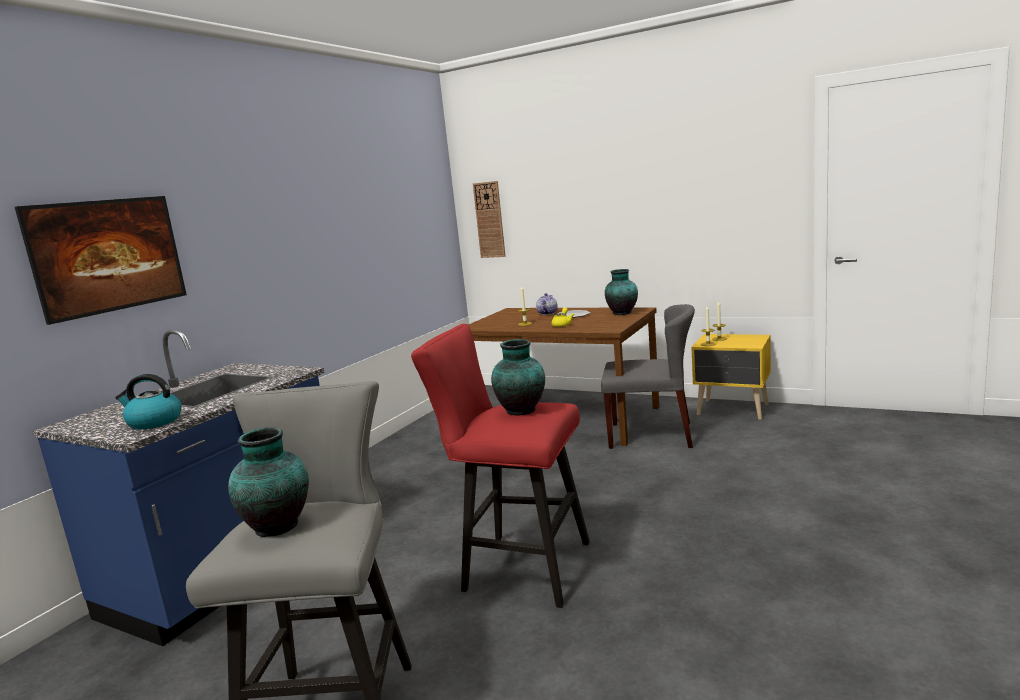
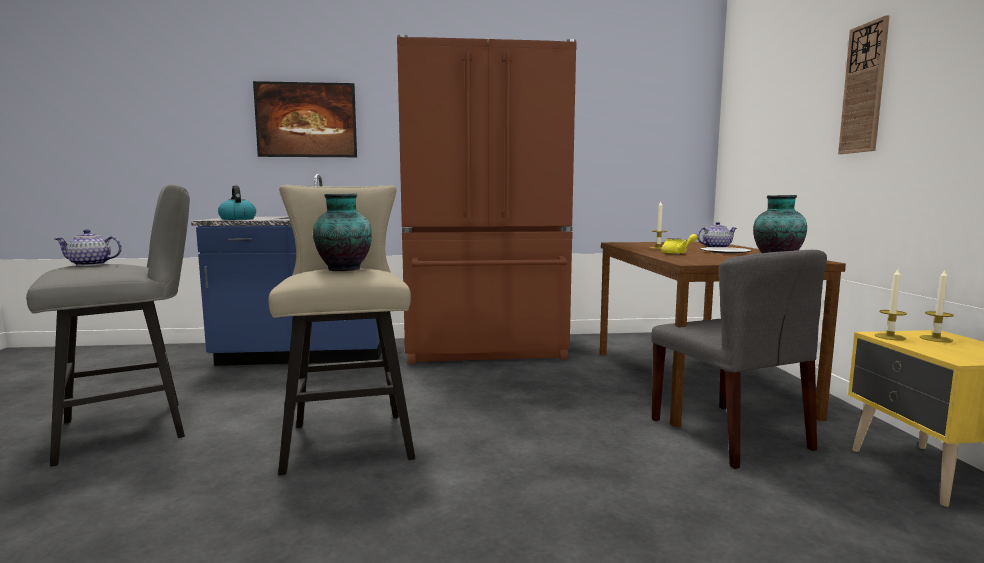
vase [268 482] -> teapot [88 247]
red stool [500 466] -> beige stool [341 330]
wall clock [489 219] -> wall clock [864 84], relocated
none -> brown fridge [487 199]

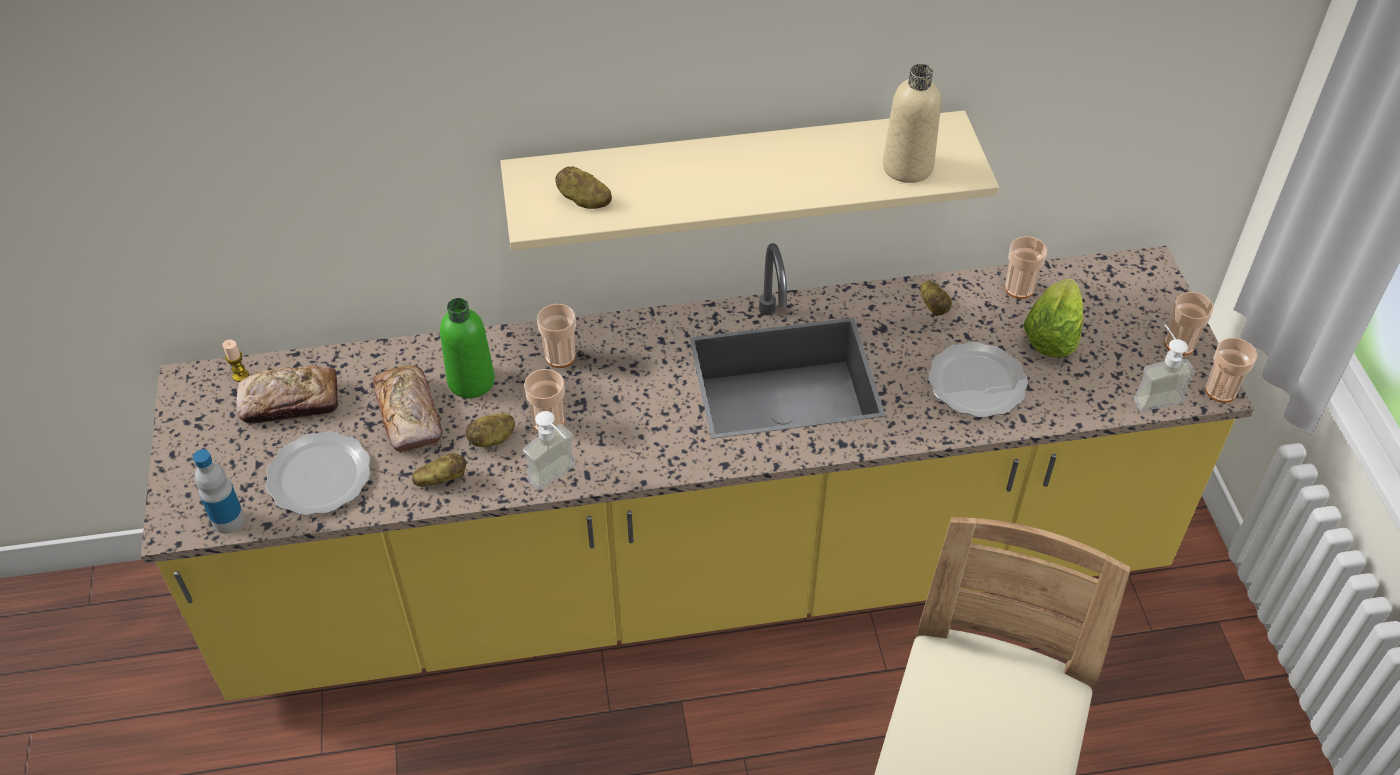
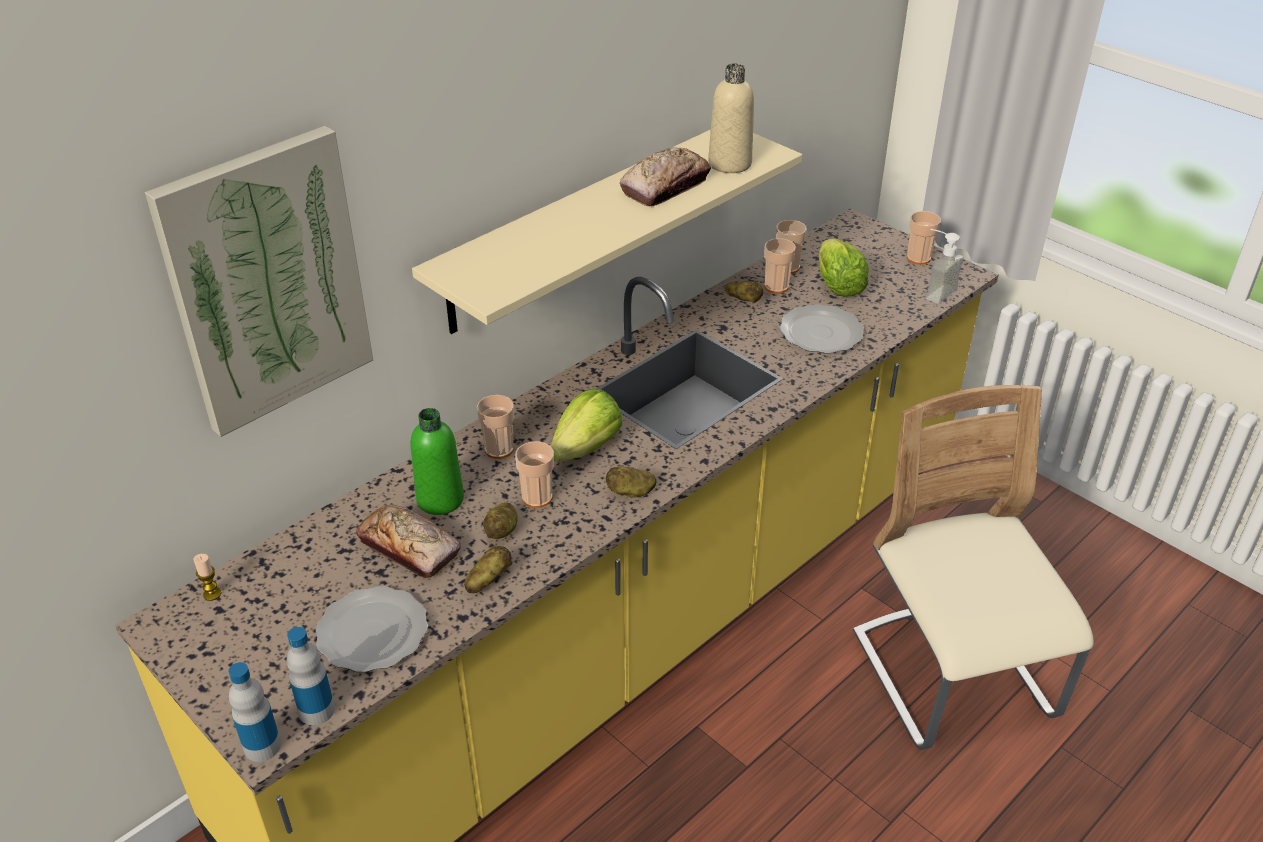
bread [287 395] -> bread [665 176], relocated
soap dispenser [549 451] -> none
potato [583 187] -> potato [631 482], relocated
cup [1231 370] -> cup [780 265], relocated
none -> picture [259 281]
none -> bottle [254 712]
none -> lettuce [586 425]

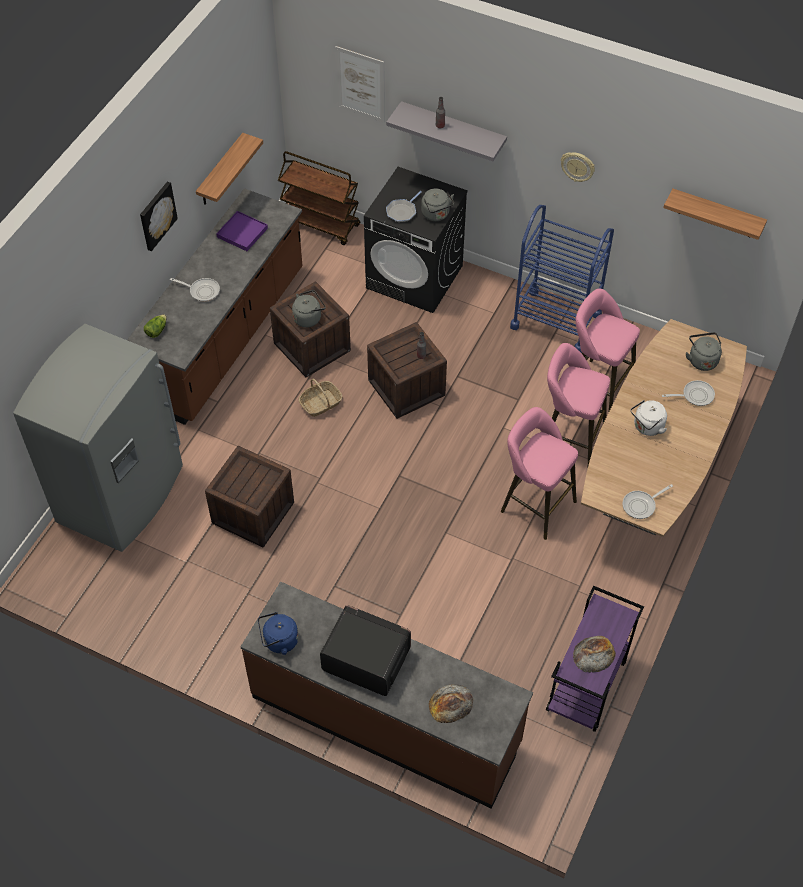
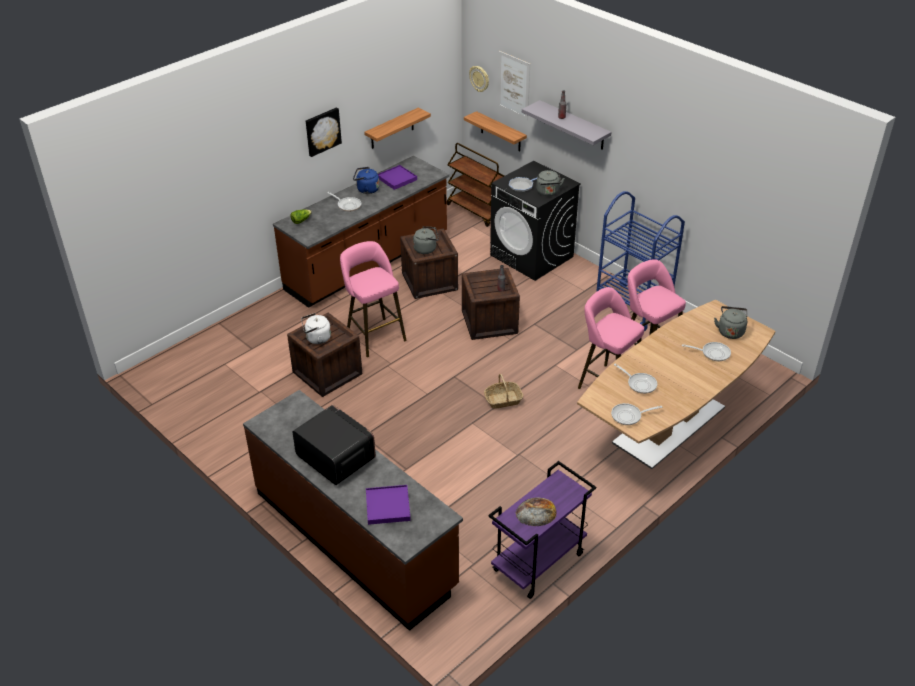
grey fridge [98 438] -> none
blue kettle [278 633] -> blue kettle [366 180], relocated
basket [320 397] -> basket [503 391], relocated
bread [451 703] -> purple tray [388 505]
pink stool [539 473] -> pink stool [373 299], relocated
wall clock [578 167] -> wall clock [479 79], relocated
white kettle [649 418] -> white kettle [316 328], relocated
shelf [715 214] -> shelf [495 131], relocated
none -> frying pan [635 379]

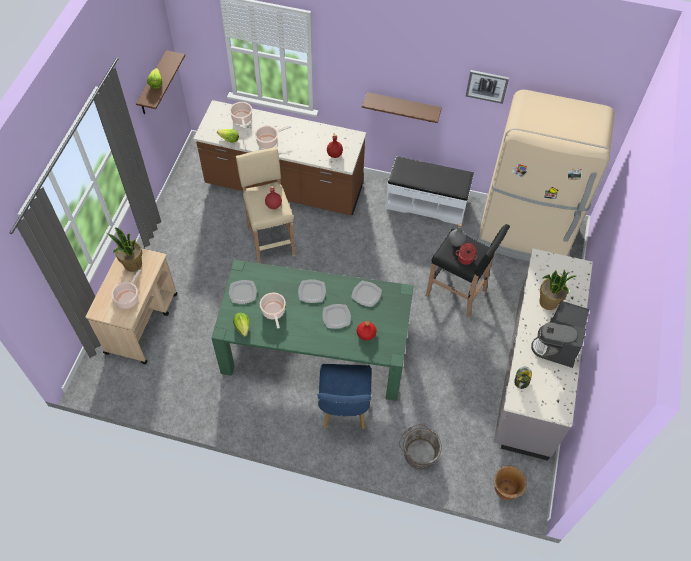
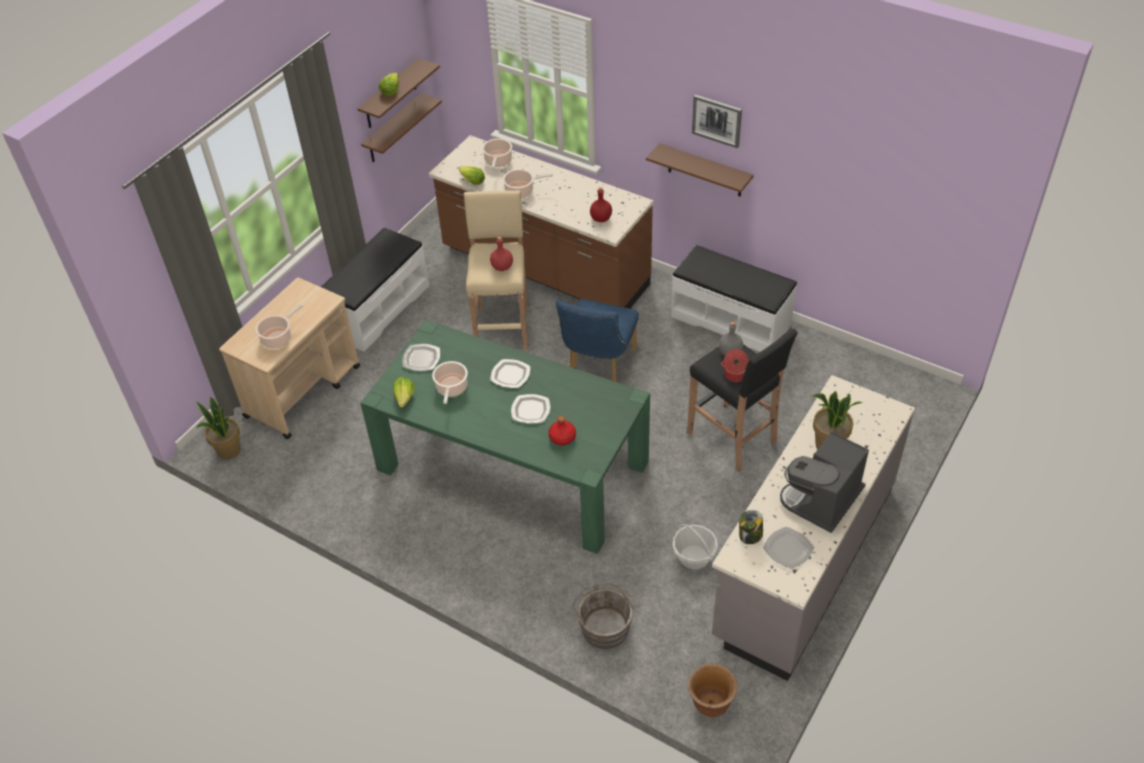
potted plant [124 249] -> potted plant [218 428], relocated
blue chair [344 396] -> blue chair [597 340], relocated
plate [366 294] -> plate [788 547], relocated
picture [487 87] -> picture [717 121], relocated
beige fridge [546 175] -> none
none -> white bench [375 290]
none -> brown shelf [401 127]
none -> basket [695 547]

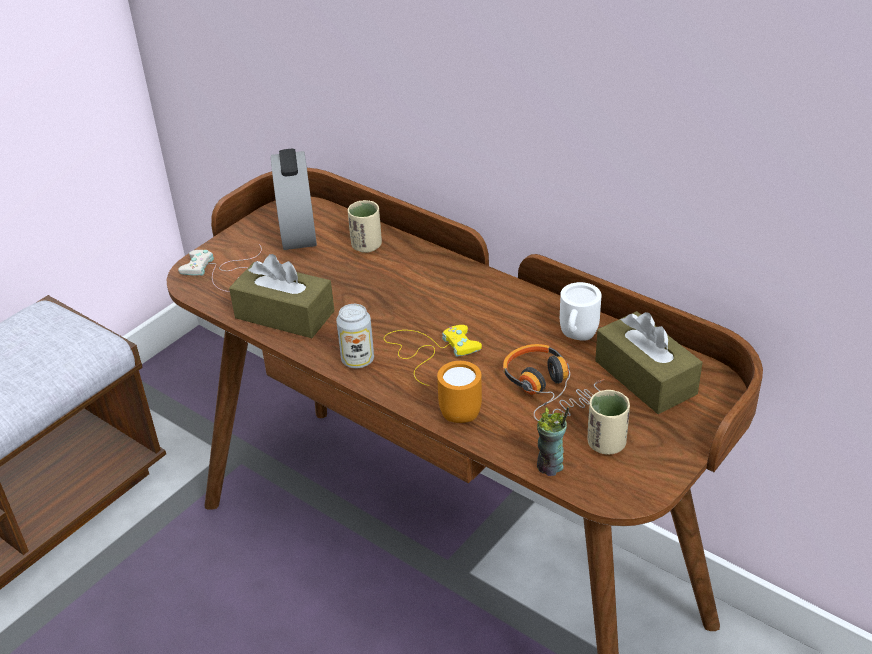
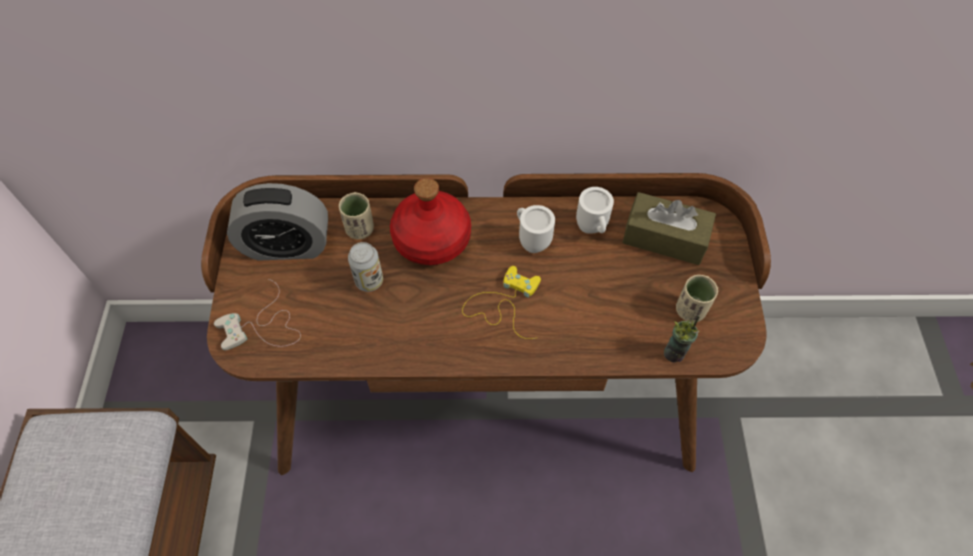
brown tissue box [281 296] -> none
alarm clock [294 199] -> alarm clock [277 222], 45 degrees counterclockwise
can [355 336] -> can [365 267], relocated
orange mug [459 392] -> none
headphones [553 382] -> none
none -> red bottle [430 221]
none -> white mug [536 229]

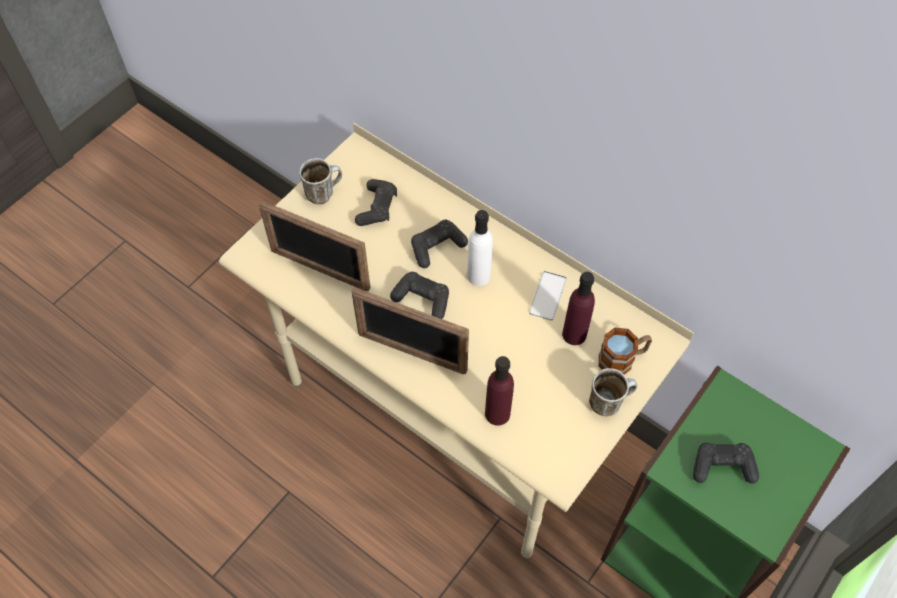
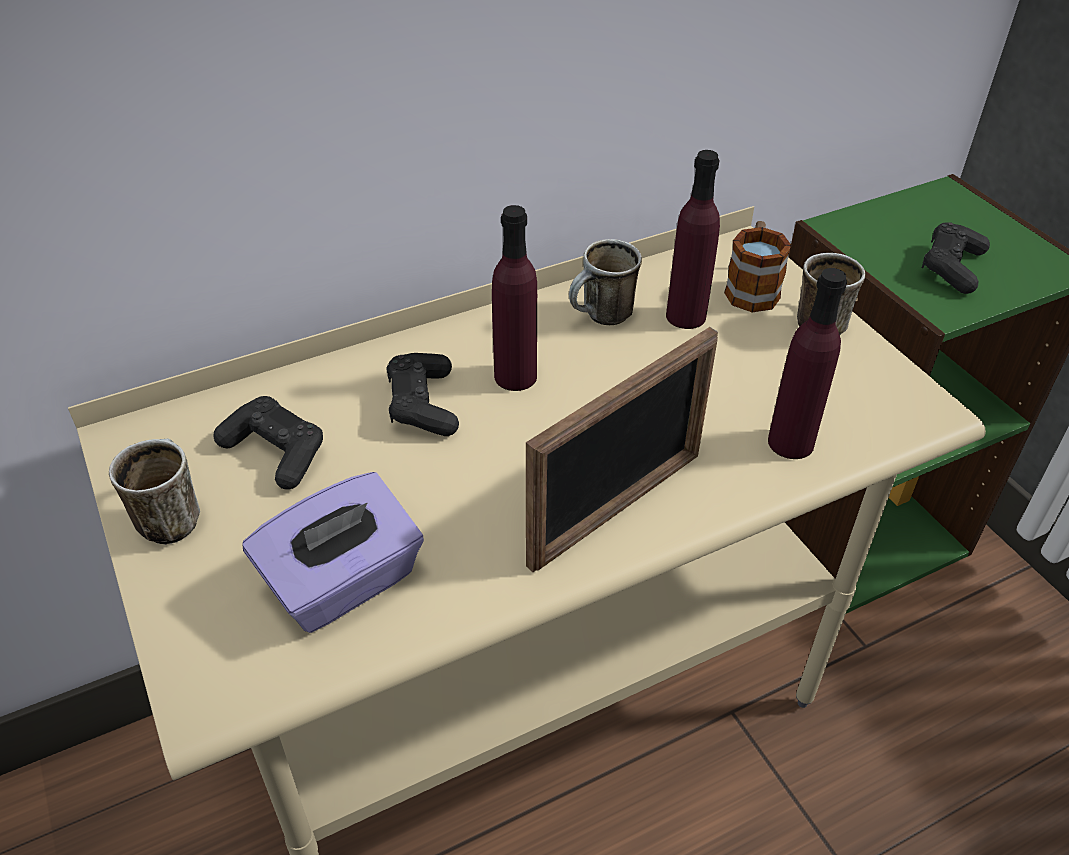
picture frame [314 245] -> purple tissue box [333 552]
black game controller [419 295] -> none
white bottle [480 248] -> purple bottle [514 298]
phone [548 295] -> mug [605 282]

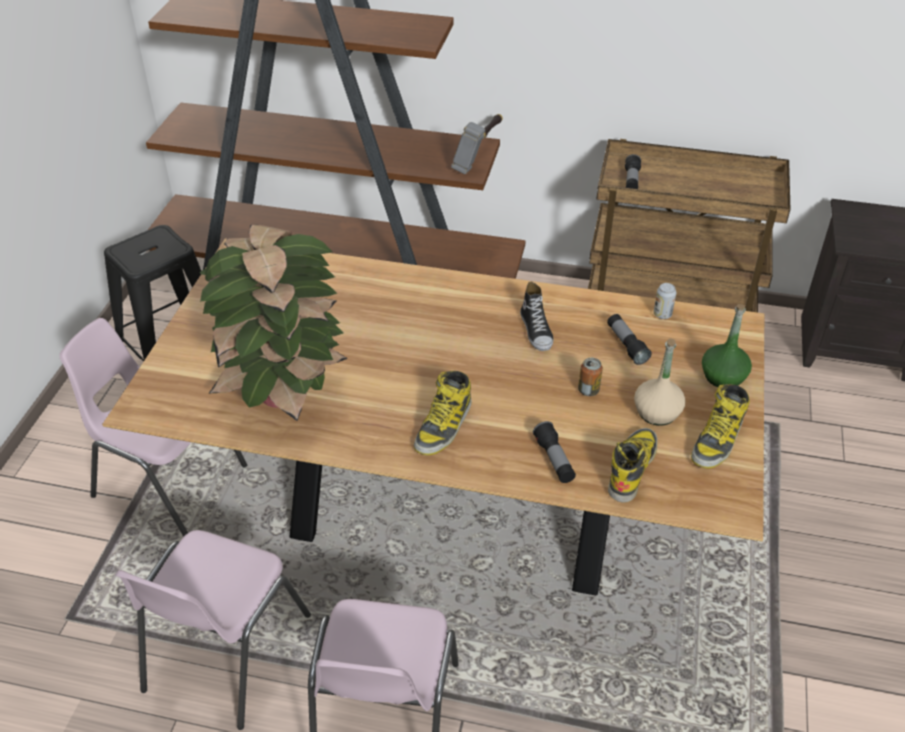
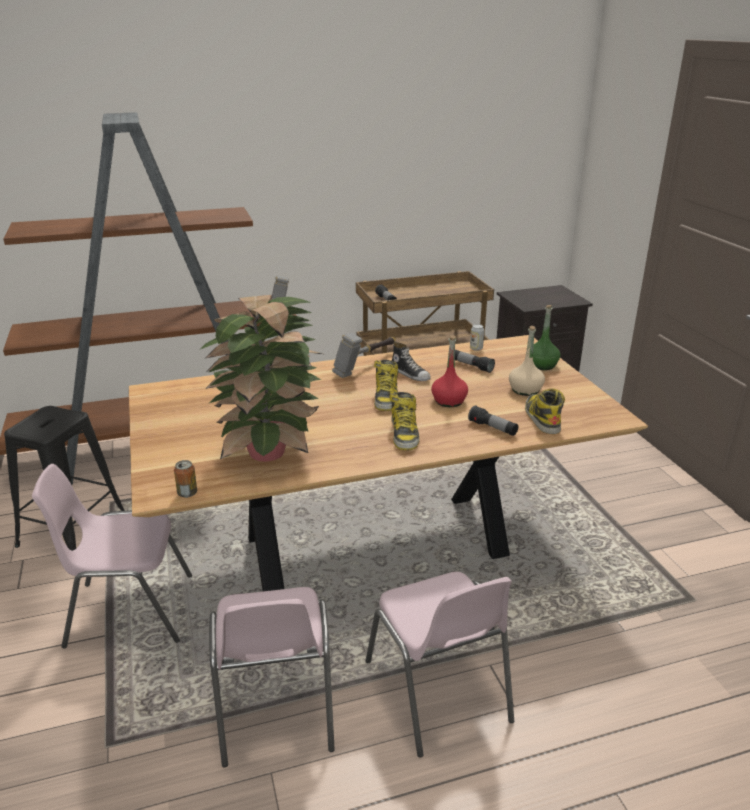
can [590 377] -> can [185 479], relocated
boot [720 426] -> boot [386 385], relocated
none -> hammer [364 355]
none -> red bottle [449 371]

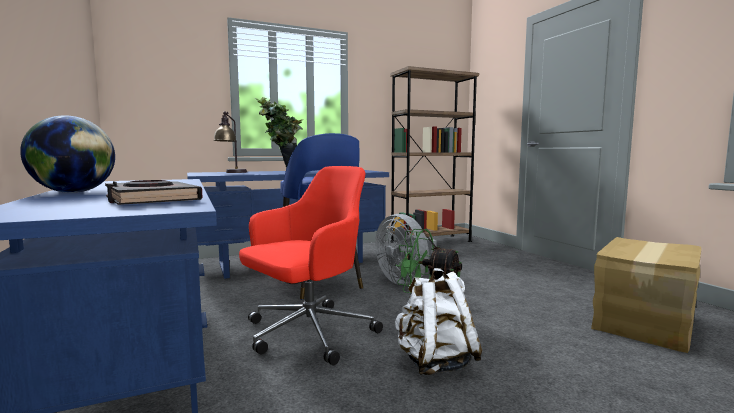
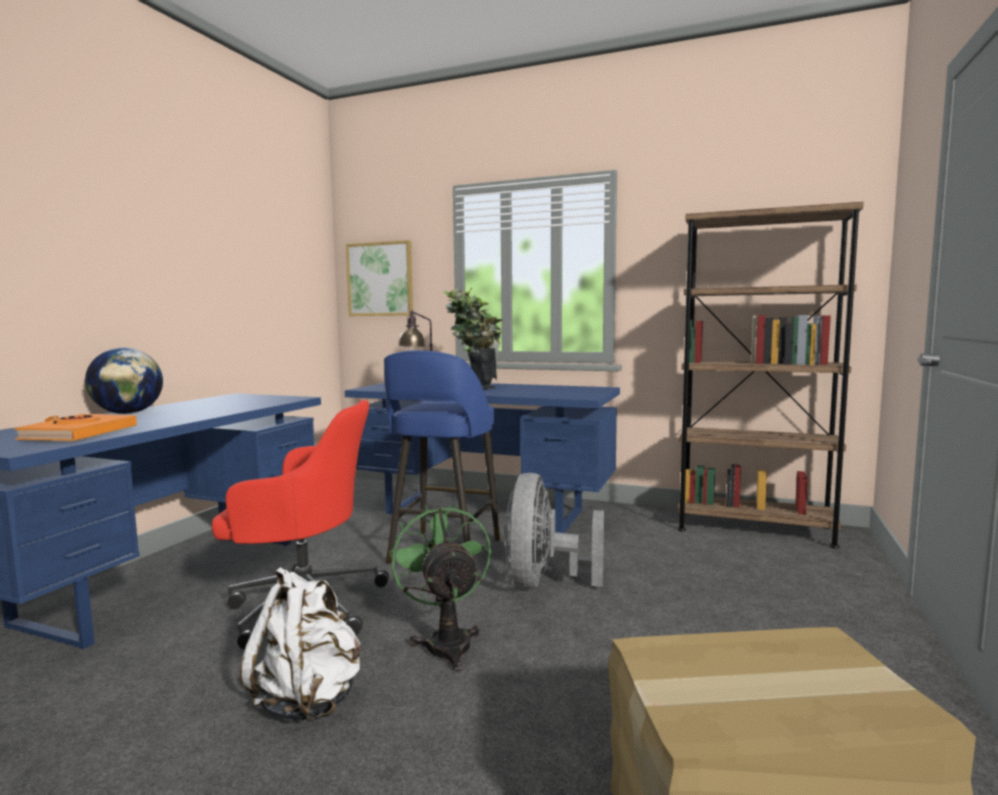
black book [154 192] -> orange book [75 427]
none -> picture [379 278]

